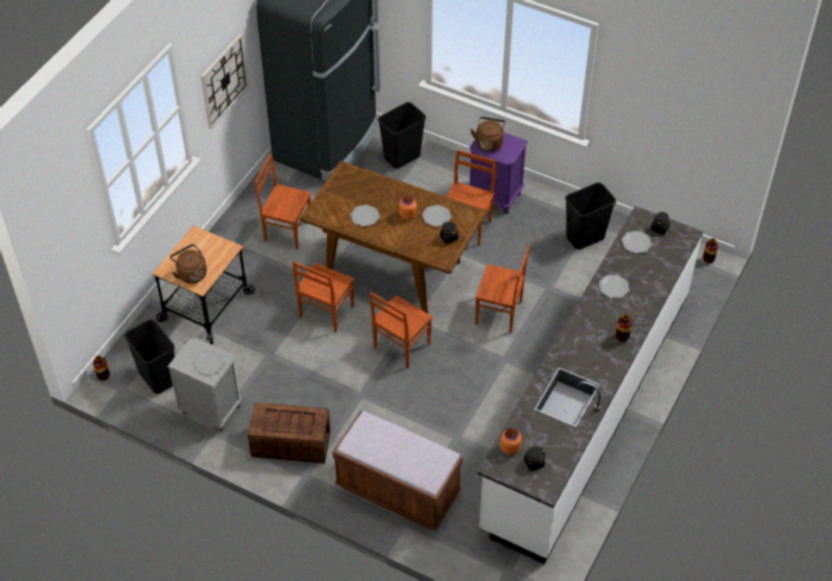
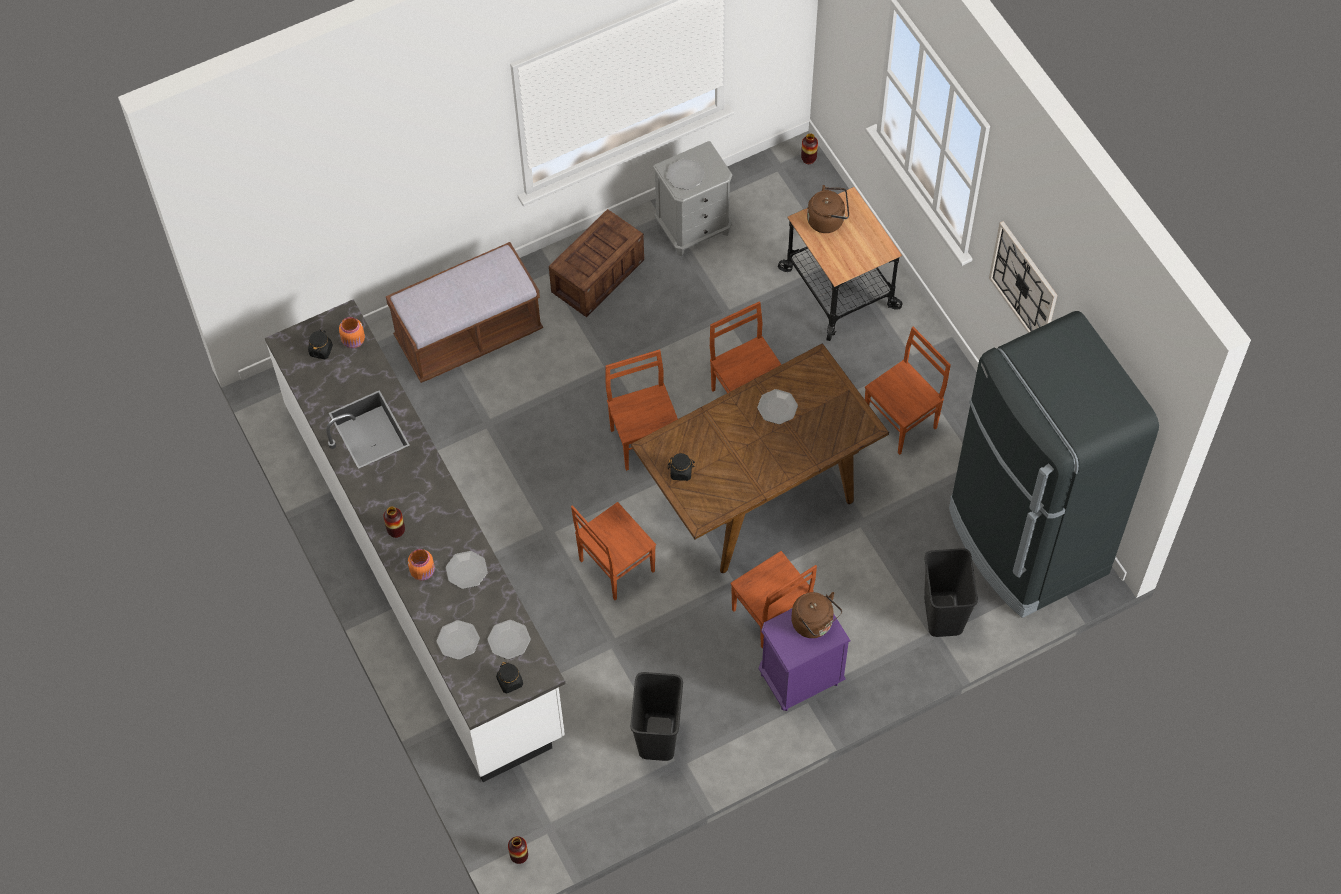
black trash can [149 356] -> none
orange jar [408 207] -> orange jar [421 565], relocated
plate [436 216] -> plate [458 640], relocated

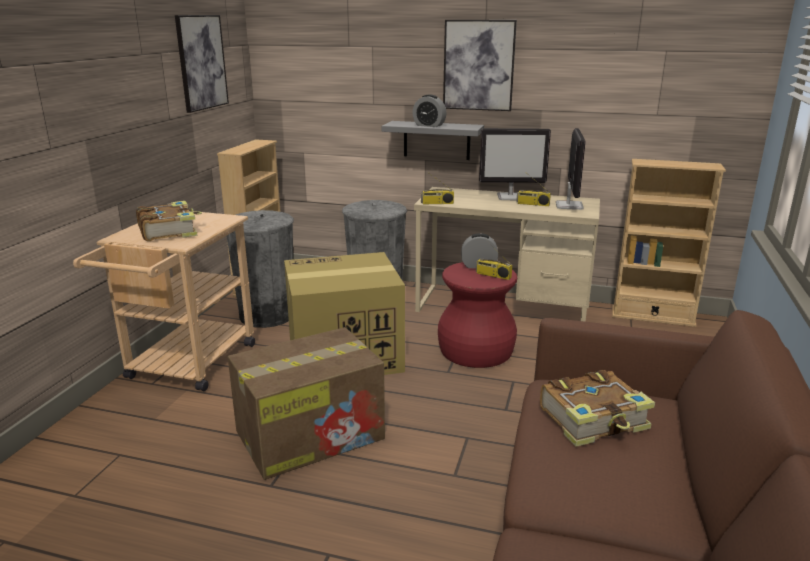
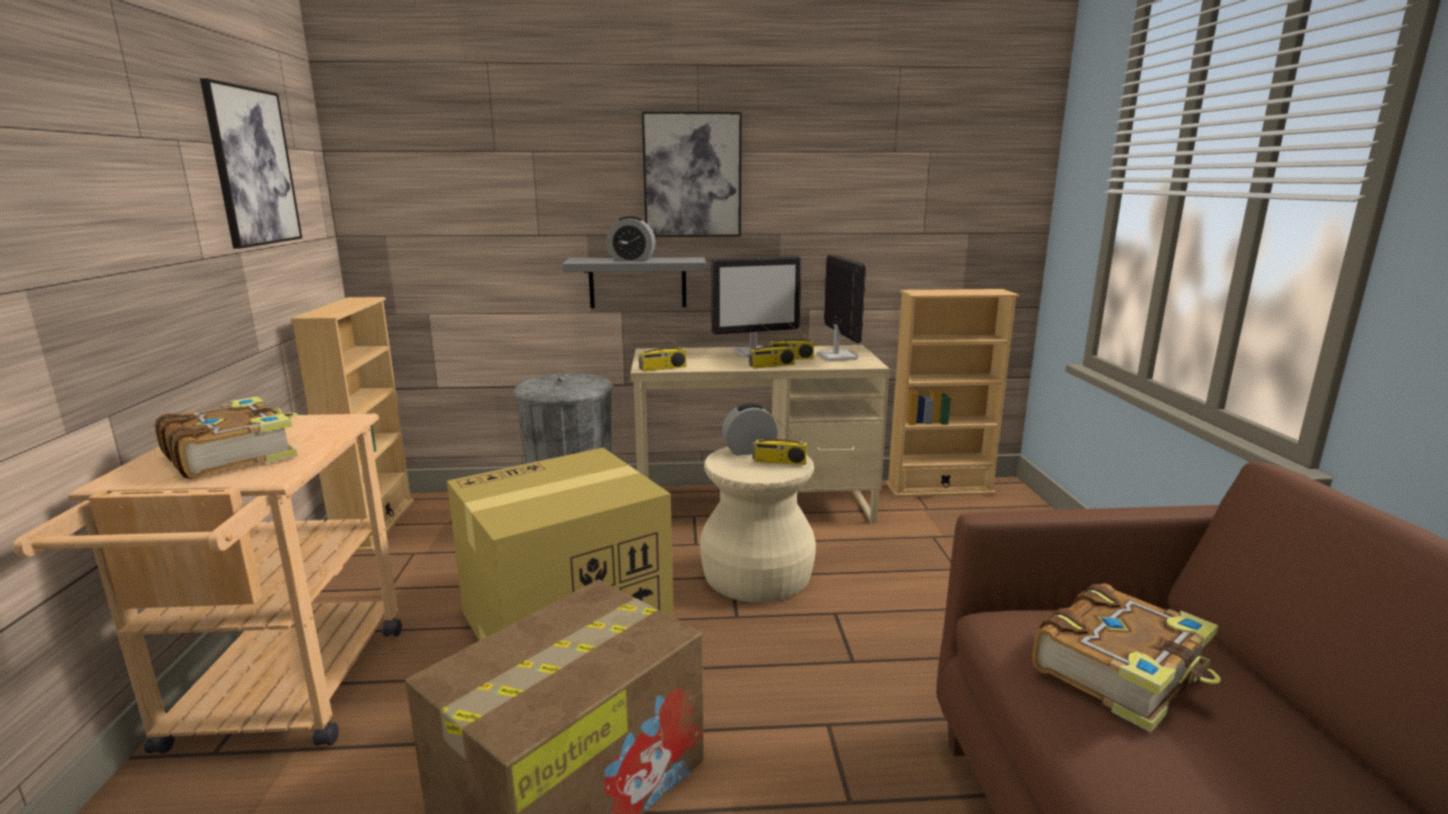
grey trash can [260 269] -> none
red stool [477 315] -> beige stool [758 525]
none -> radio [772 345]

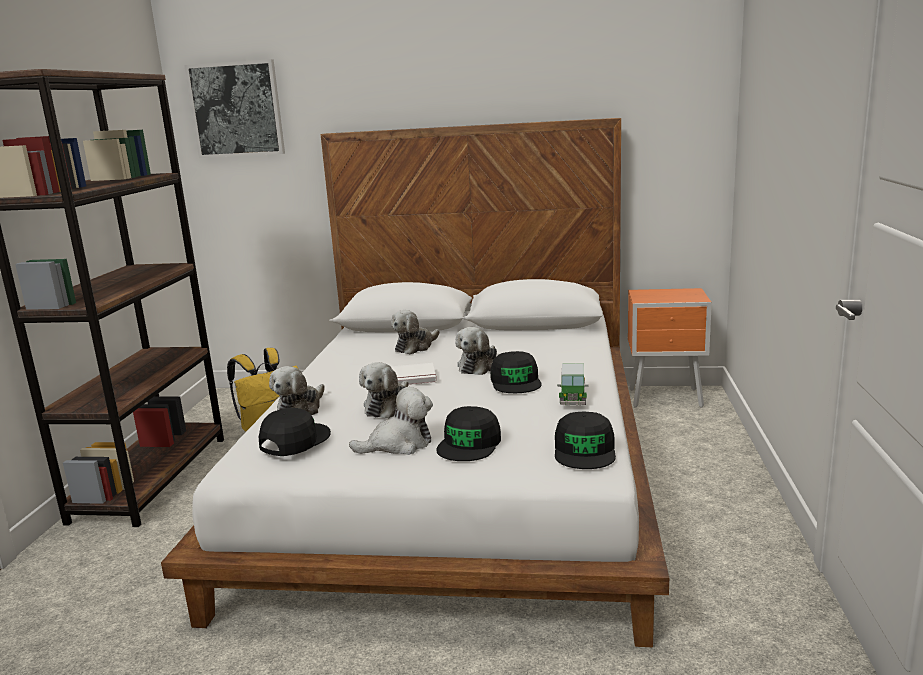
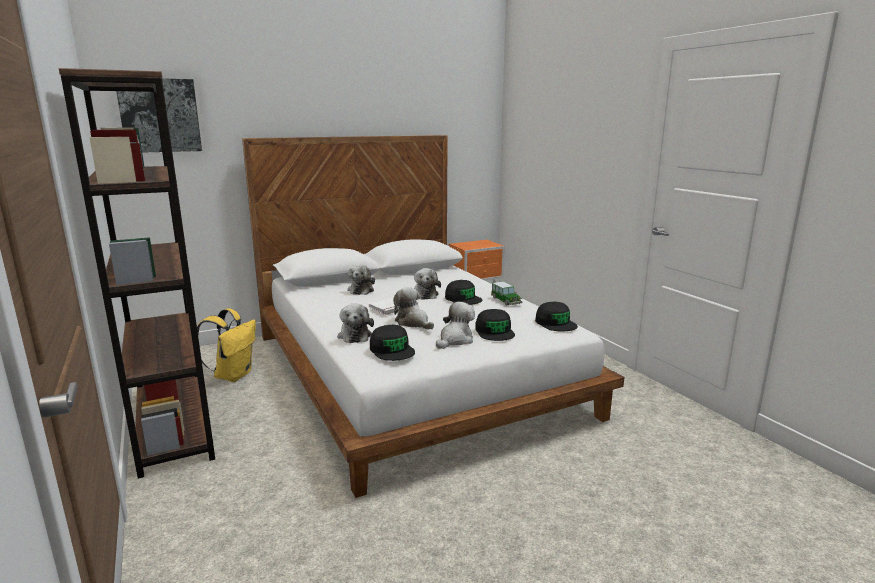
black cap [295 432] -> black cap [392 343], 150 degrees clockwise
plush toy [383 390] -> plush toy [413 308], 150 degrees clockwise

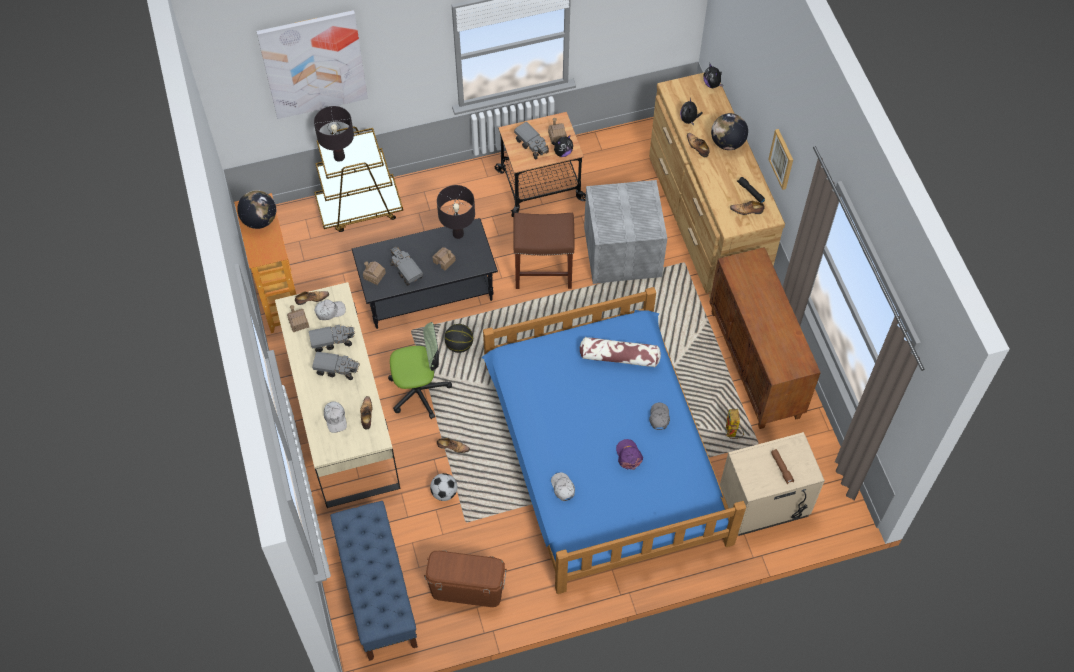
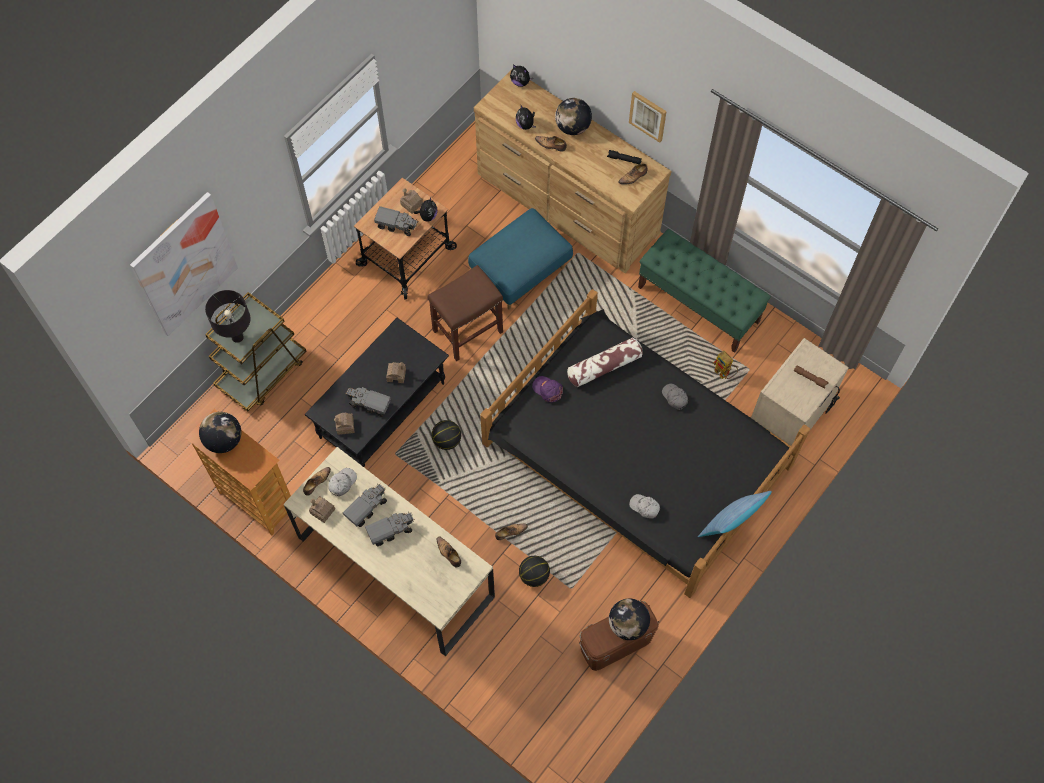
white cap [335 417] -> none
blue bench [374 581] -> none
office chair [420 370] -> none
football [444 487] -> basketball [534 571]
black table lamp [456 212] -> none
blue bed [613 440] -> black bed [645 443]
grey storage box [625 232] -> blue ottoman [520 259]
purple cap [629 454] -> purple cap [547 389], relocated
brown cabinet [765 338] -> green bench [704 291]
none -> globe [629 619]
none -> pillow [735 514]

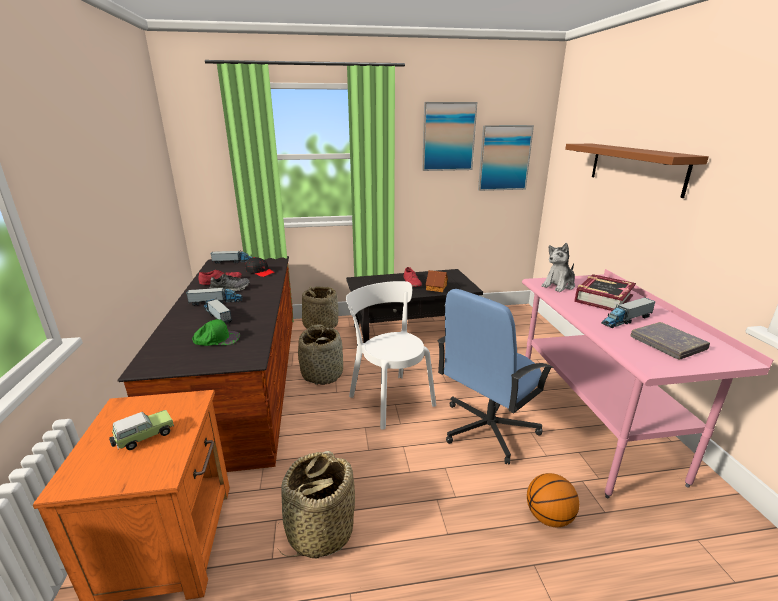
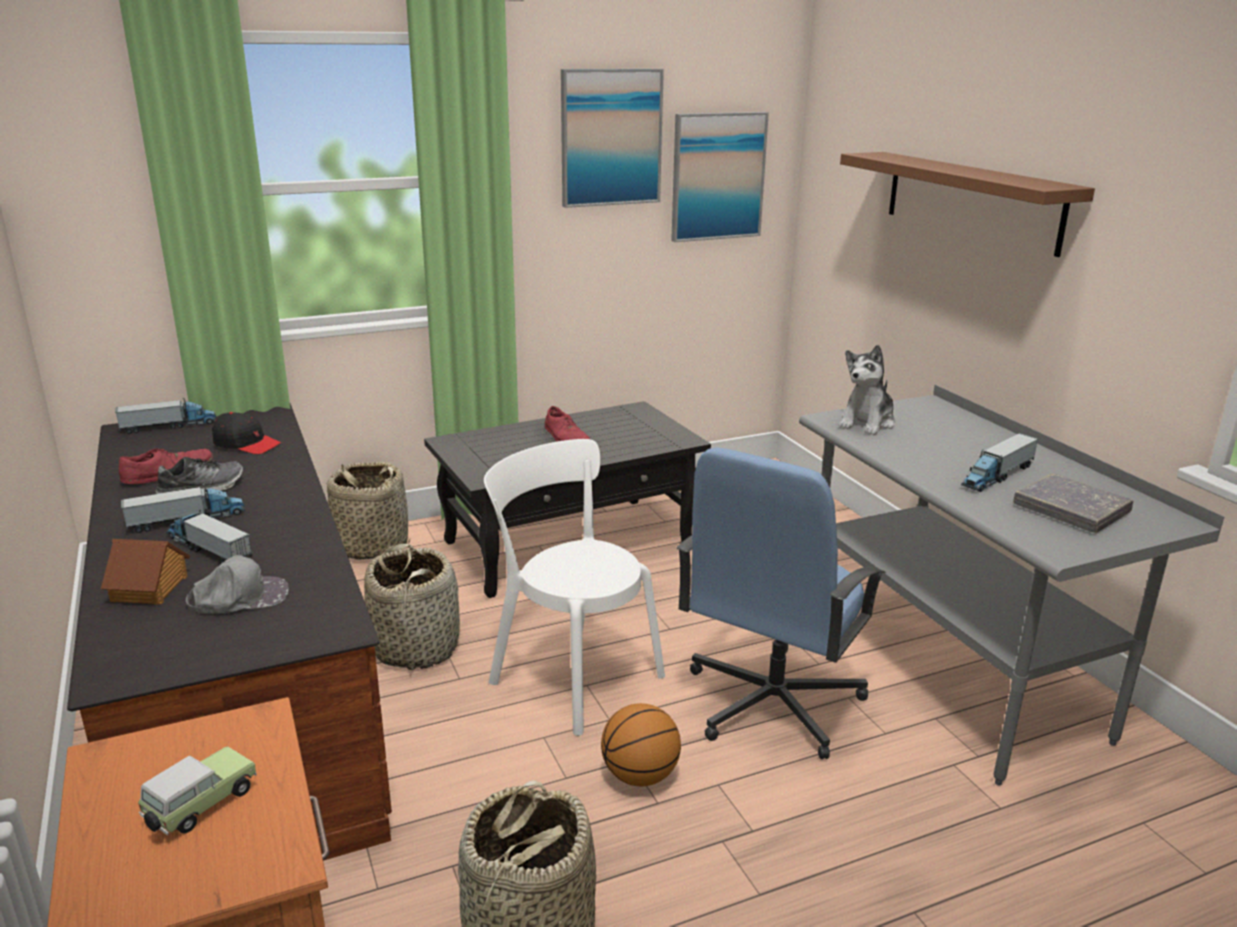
green cap [216 332] -> grey cap [237 584]
toy house [436 281] -> toy house [145 572], relocated
pink desk [647 383] -> grey desk [1011 585]
basketball [553 500] -> basketball [641 744], relocated
book [605 292] -> none

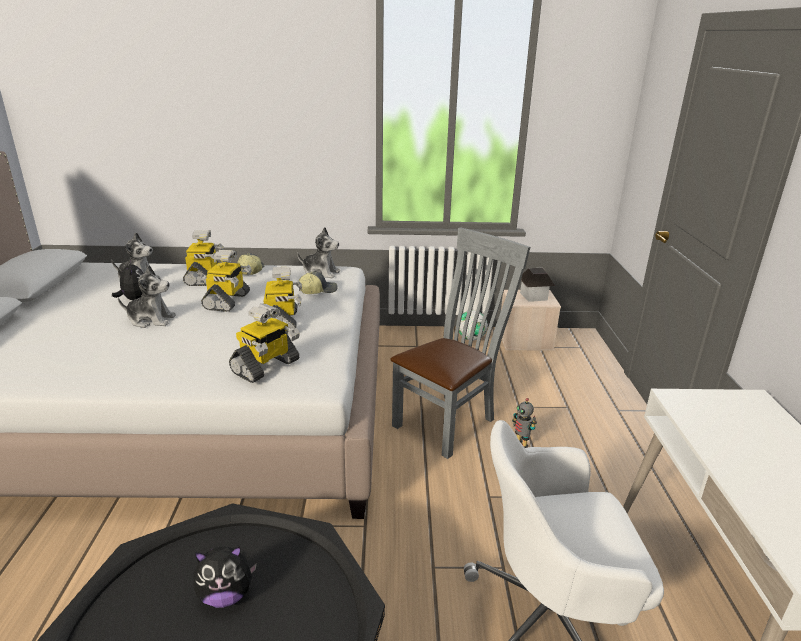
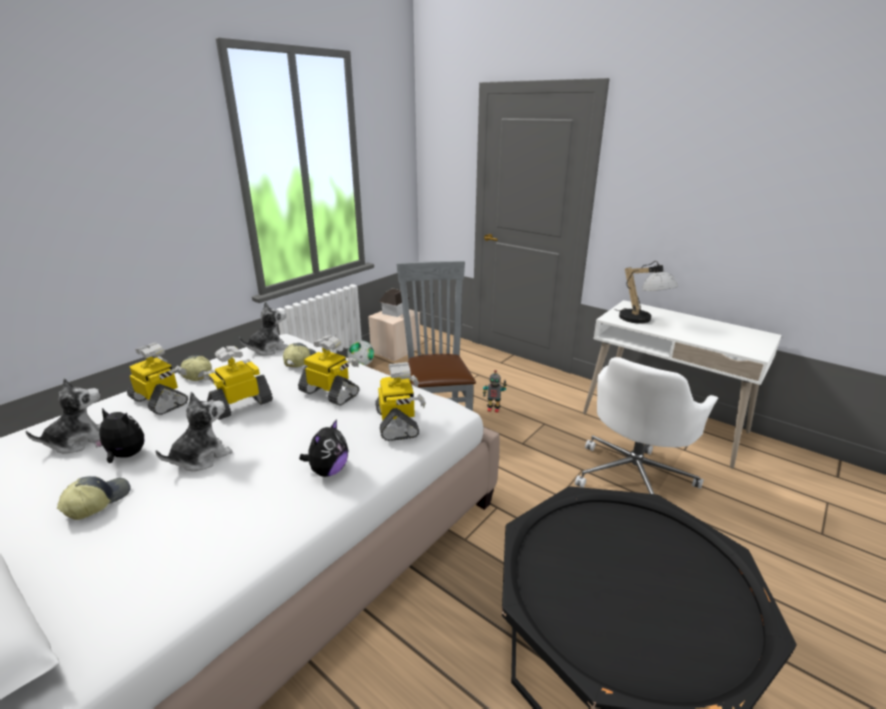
plush toy [225 577] -> plush toy [323 448], relocated
toy robot [226 281] -> toy robot [238 383], 90 degrees counterclockwise
none -> cap [94 498]
none -> table lamp [646 292]

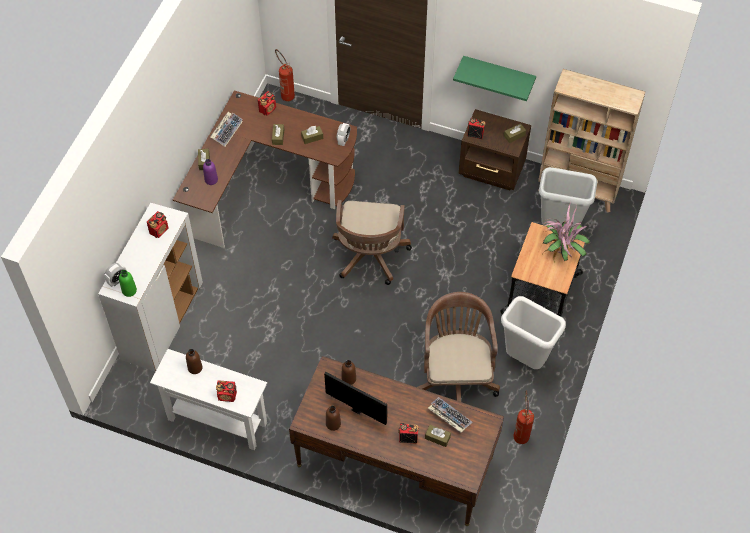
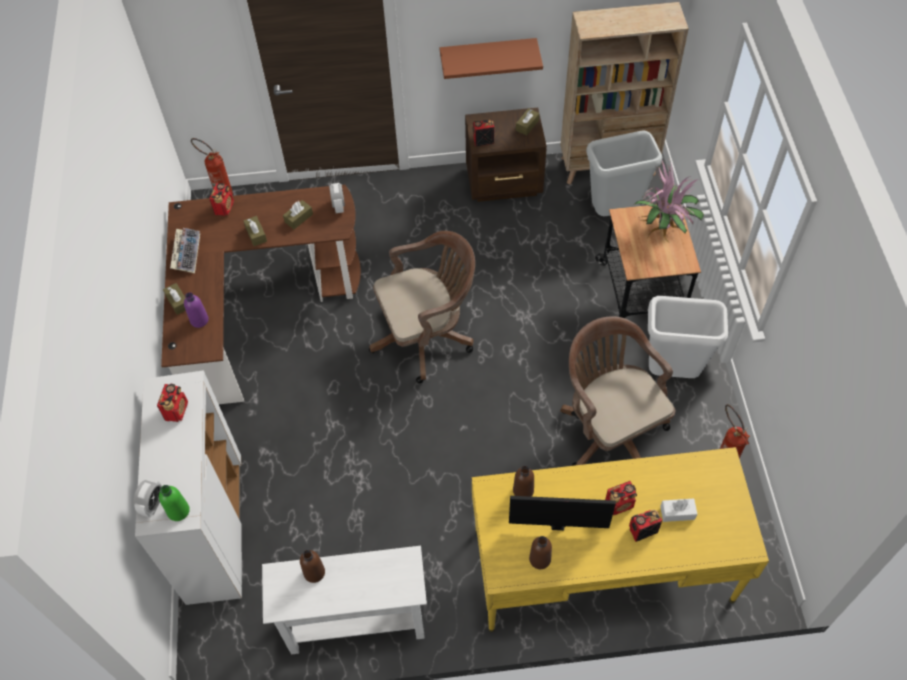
radio [226 391] -> radio [621 498], relocated
brown desk [396 441] -> yellow desk [620 539]
brown office chair [372 242] -> brown office chair [422 307], 90 degrees counterclockwise
brown tissue box [438 436] -> white tissue box [678 510]
keyboard [450 414] -> none
green shelf [494 78] -> brown shelf [491 58]

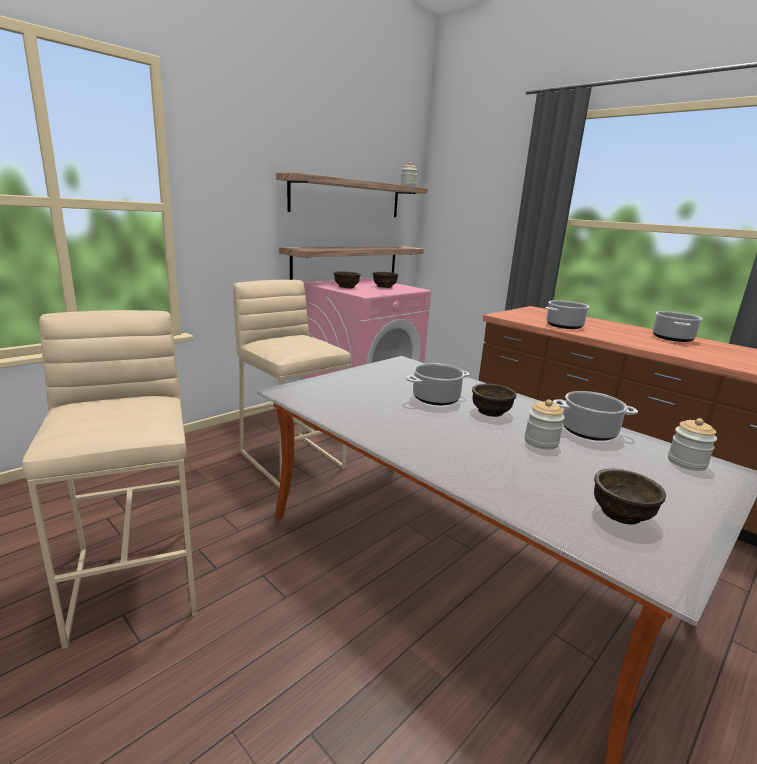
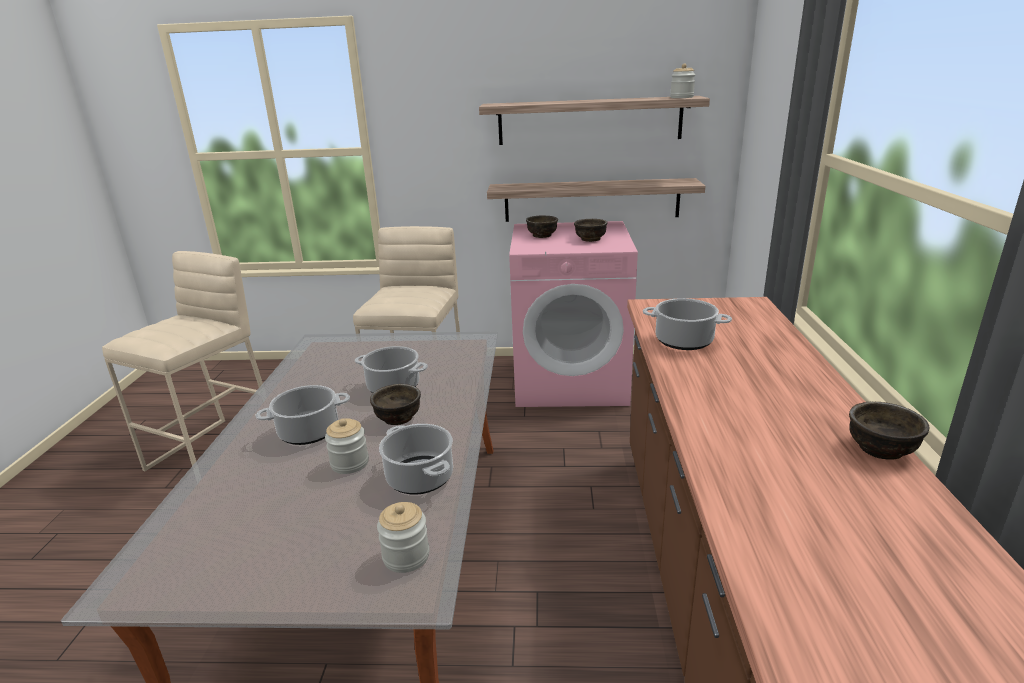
brown bowl [630 497] -> brown bowl [889 431], relocated
cooking pot [677 326] -> cooking pot [302 415], relocated

